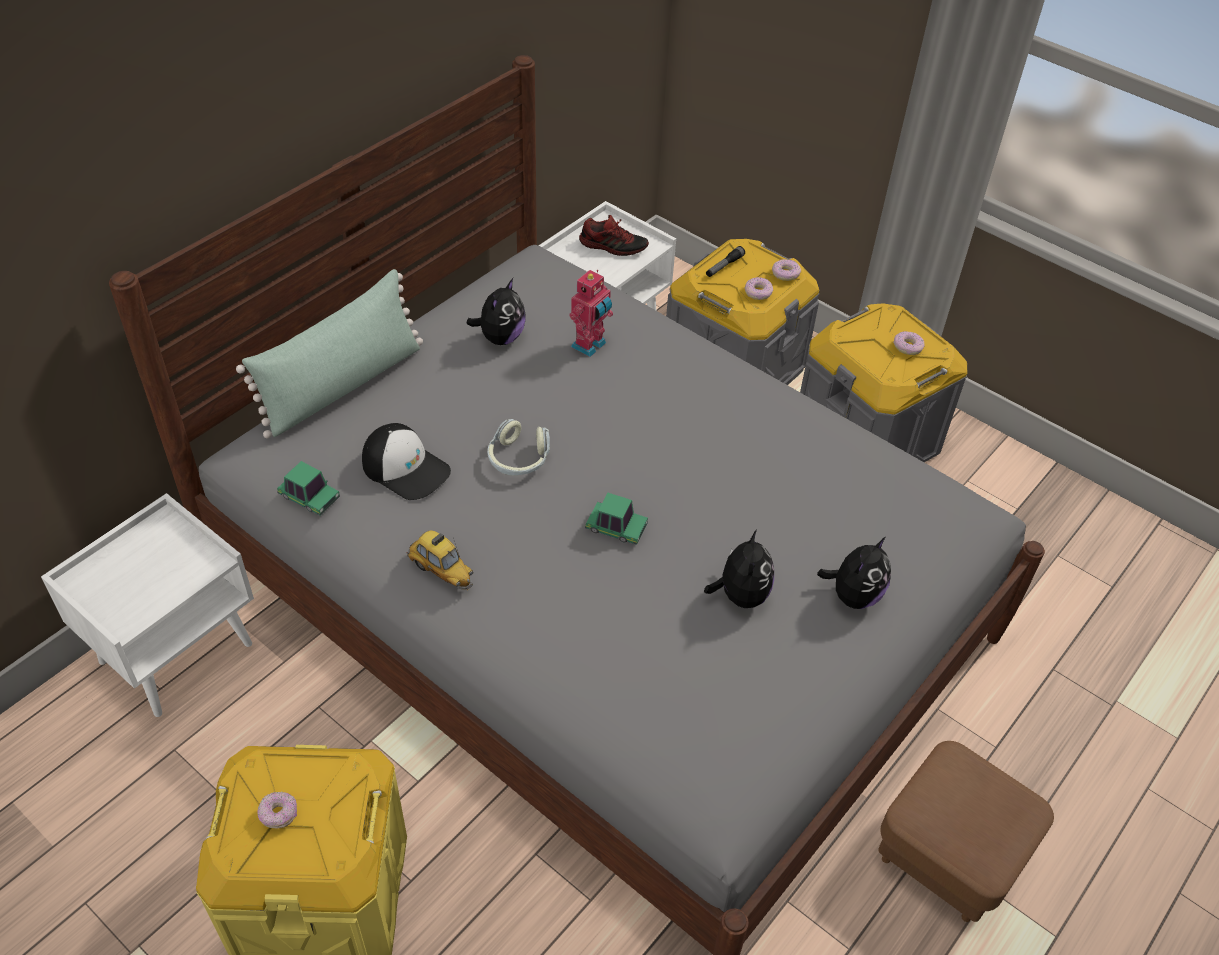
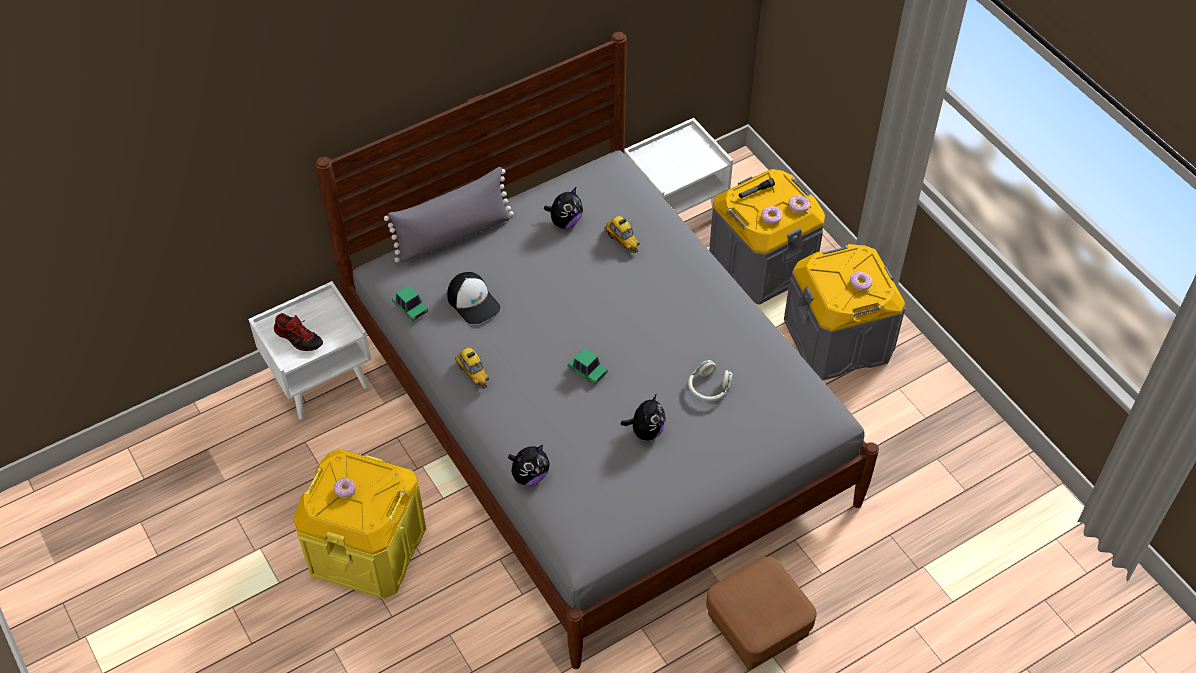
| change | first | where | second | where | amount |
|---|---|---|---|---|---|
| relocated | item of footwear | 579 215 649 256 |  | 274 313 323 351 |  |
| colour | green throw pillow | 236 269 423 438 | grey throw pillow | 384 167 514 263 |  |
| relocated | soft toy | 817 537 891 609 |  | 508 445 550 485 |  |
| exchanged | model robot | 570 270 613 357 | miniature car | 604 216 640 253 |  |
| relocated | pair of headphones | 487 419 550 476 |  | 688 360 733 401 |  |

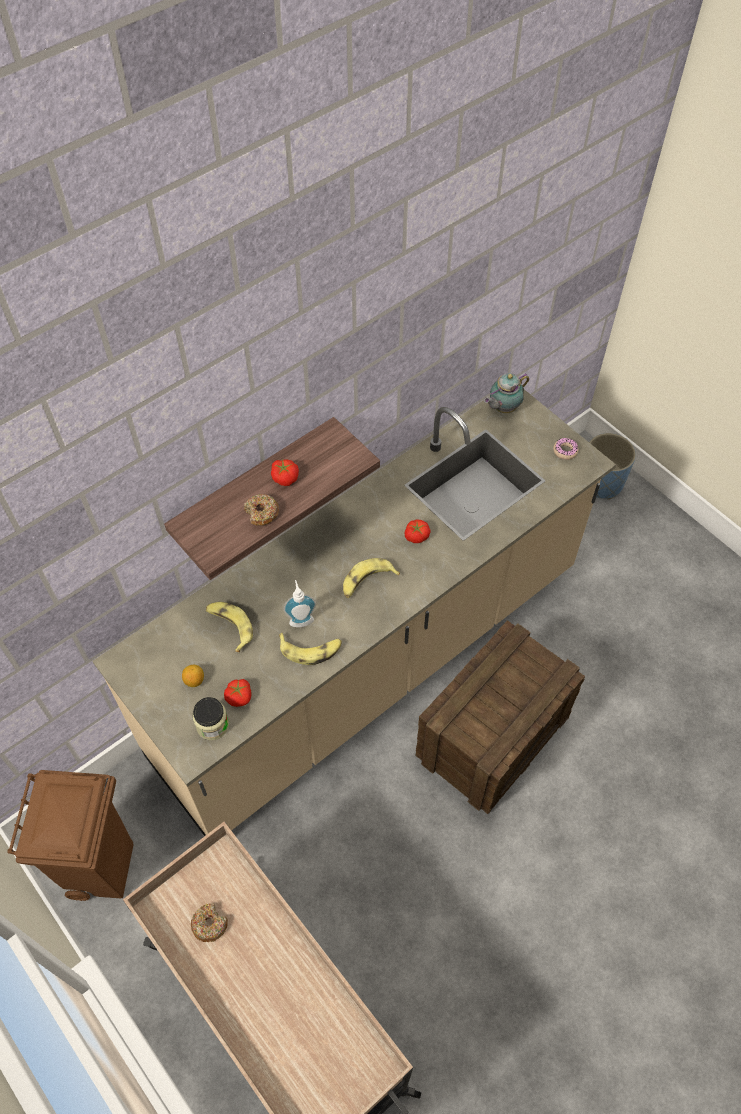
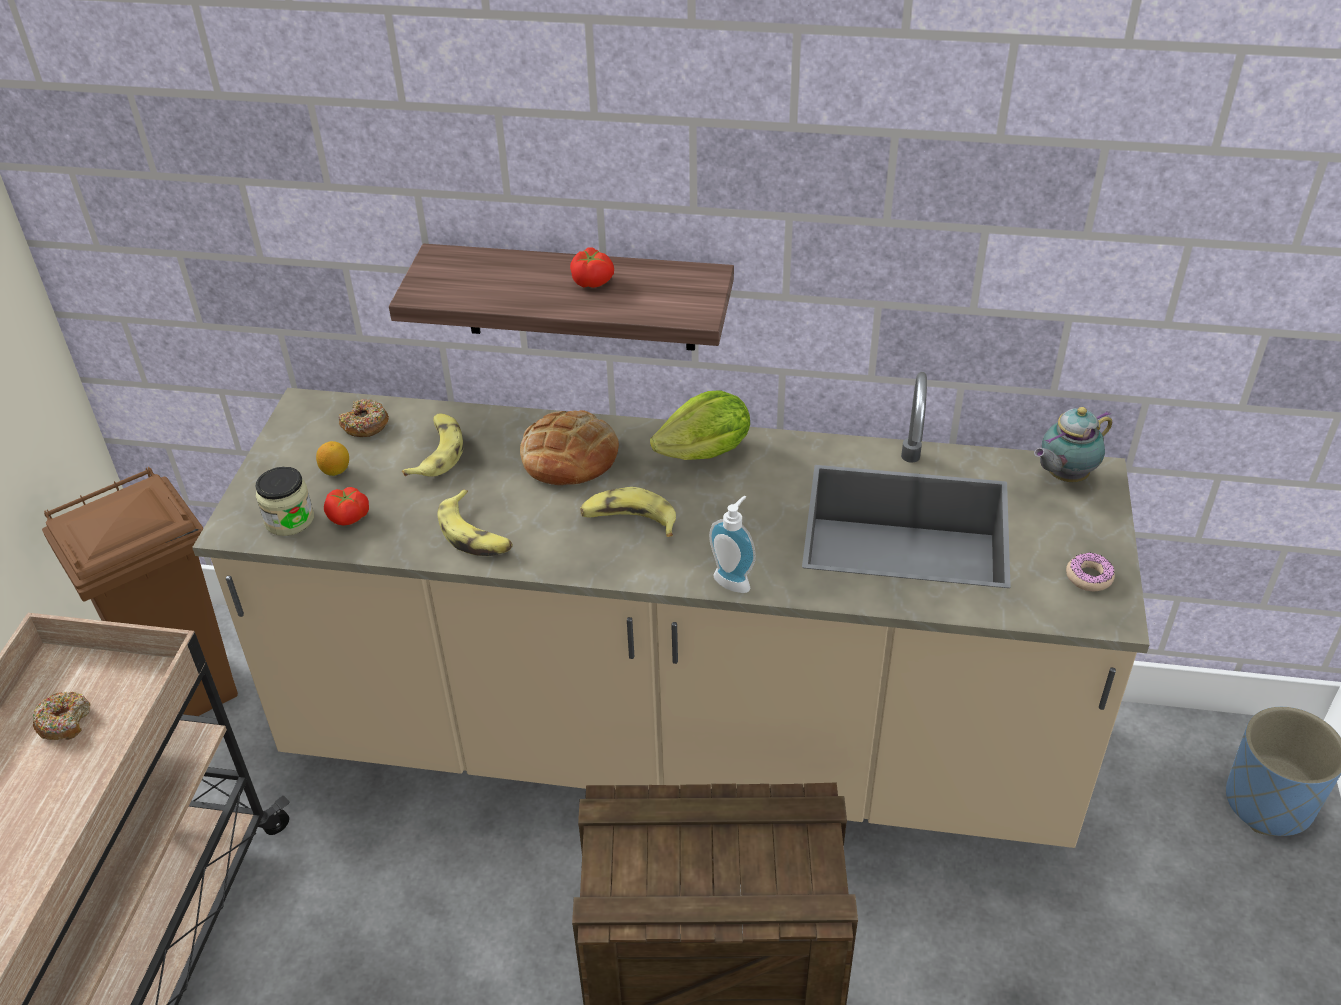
| change | first | where | second | where | amount |
|---|---|---|---|---|---|
| relocated | ring doughnut | 244 494 279 526 |  | 339 399 389 437 |  |
| appeared |  |  | bakery bread | 520 410 619 485 |  |
| appeared |  |  | lettuce head | 650 391 750 460 |  |
| relocated | soap bottle | 284 580 316 627 |  | 709 496 756 593 |  |
| spun | teapot | 484 373 529 413 |  | 1034 407 1112 482 | 45 degrees counterclockwise |
| missing | whole tomato | 405 519 431 543 |  |  |  |

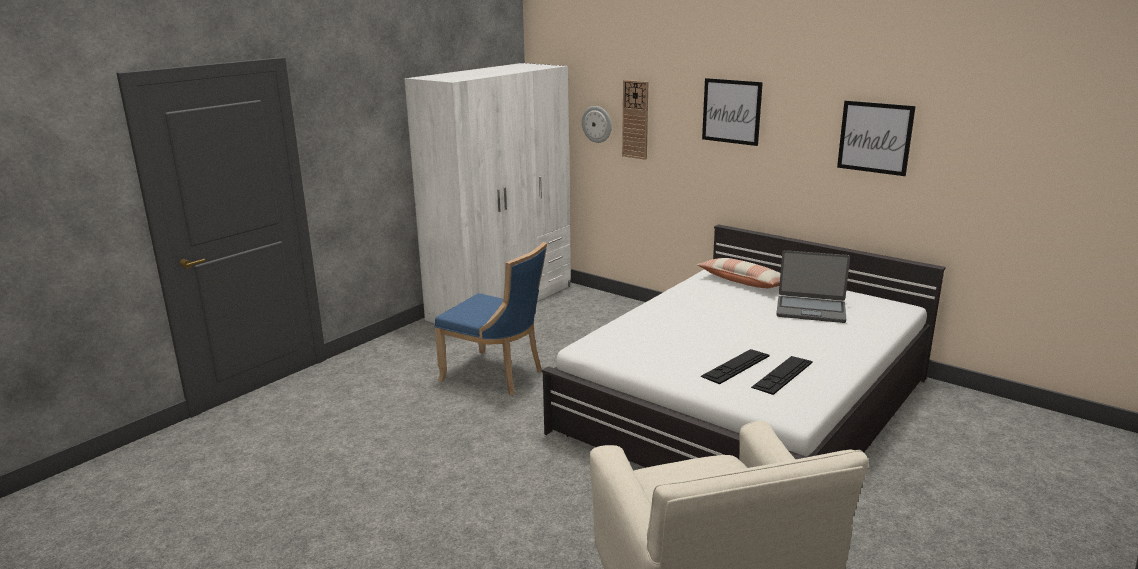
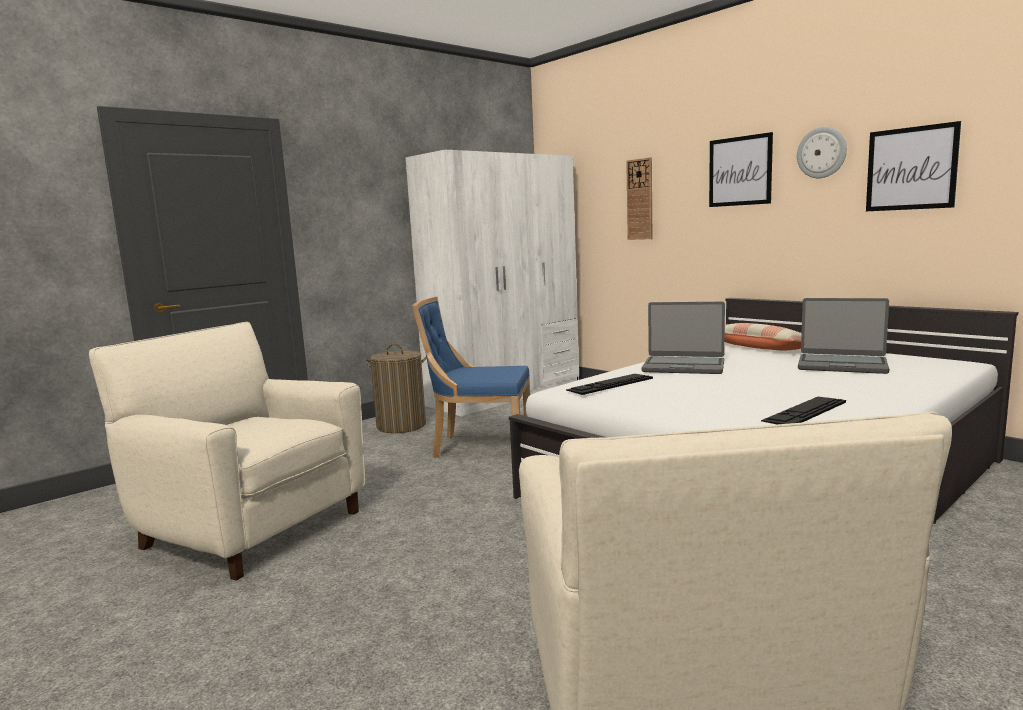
| change | first | where | second | where | amount |
|---|---|---|---|---|---|
| appeared |  |  | sand-coloured armchair | 89 322 365 581 |  |
| appeared |  |  | washing basket | 365 344 427 433 |  |
| spun | blue upright chair | 434 242 547 395 |  | 412 297 530 458 | 150 degrees clockwise |
| relocated | computer keyboard | 701 349 769 384 |  | 566 374 653 395 |  |
| appeared |  |  | notebook computer | 641 302 725 374 |  |
| relocated | hanging clock | 582 106 612 143 |  | 797 127 847 178 |  |

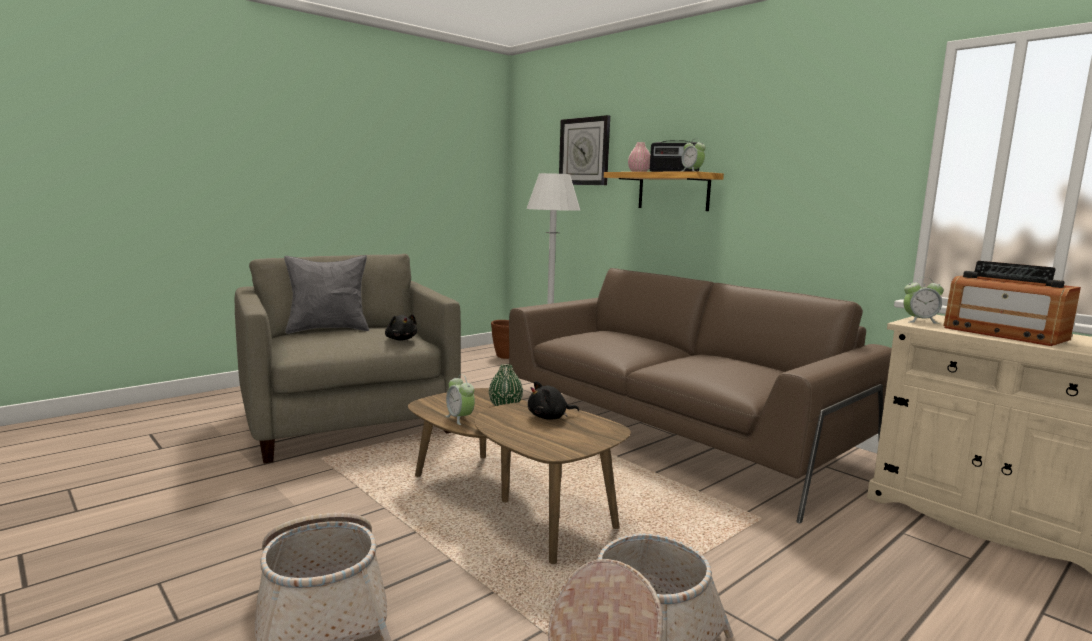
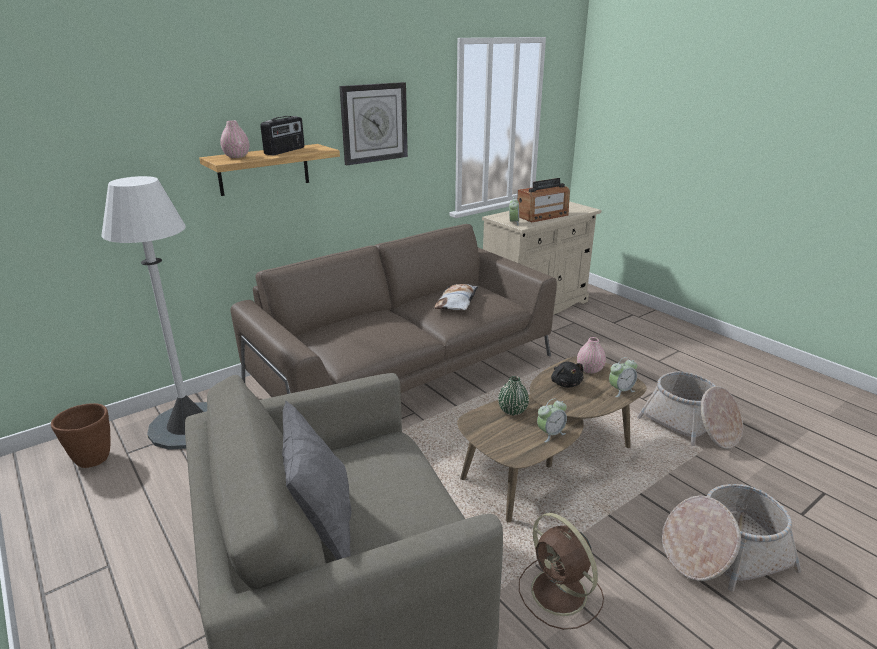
| change | first | where | second | where | amount |
|---|---|---|---|---|---|
| relocated | hanging clock | 559 115 610 185 |  | 339 82 408 165 |  |
| appeared |  |  | throw pillow | 434 284 478 310 |  |
| appeared |  |  | brown cooling fan | 519 513 604 630 |  |
| appeared |  |  | pink vase | 577 337 606 374 |  |
| relocated | table clock | 680 139 705 172 |  | 609 357 637 397 |  |
| missing | blackish soft toy | 385 314 417 341 |  |  |  |

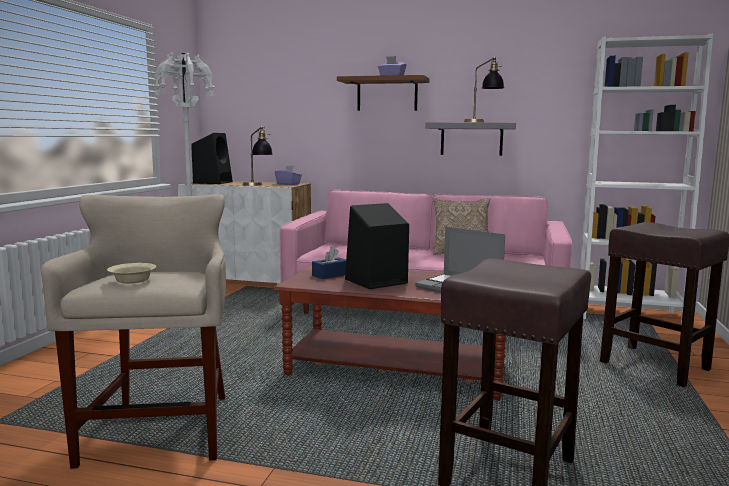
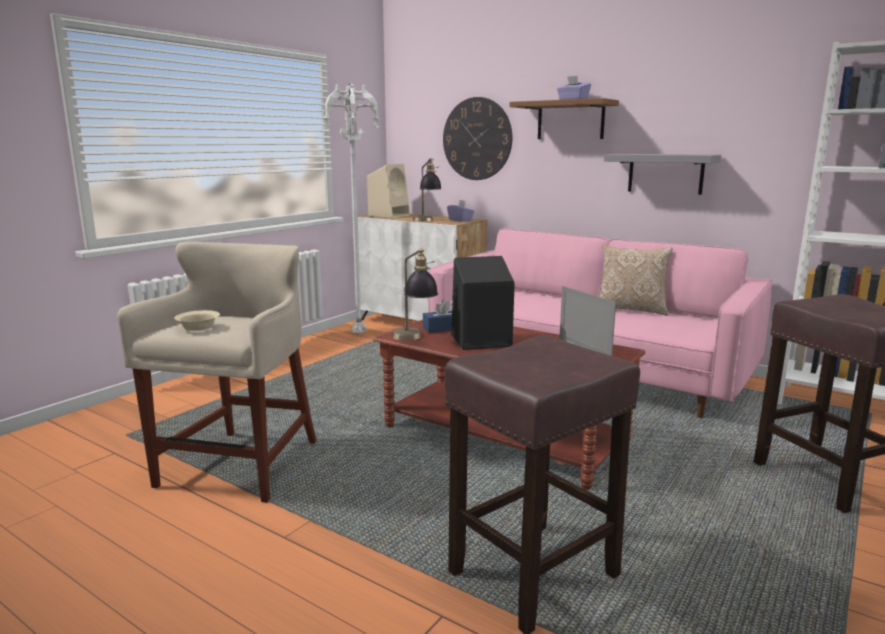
| change | first | where | second | where | amount |
|---|---|---|---|---|---|
| colour | blackish audio speaker | 191 133 233 184 | sand-coloured audio speaker | 367 164 410 218 |  |
| relocated | table lamp | 464 56 504 122 |  | 391 248 438 340 |  |
| appeared |  |  | hanging clock | 443 97 512 180 |  |

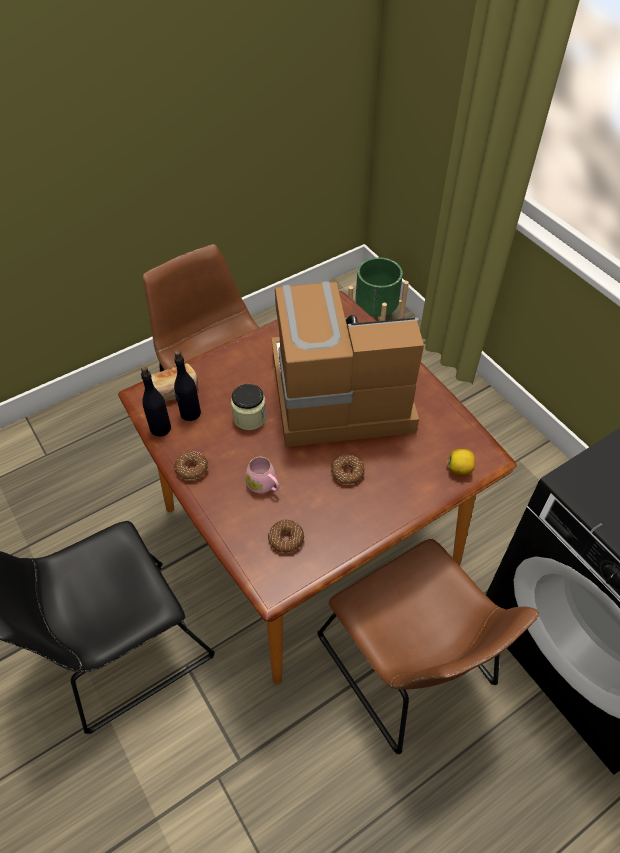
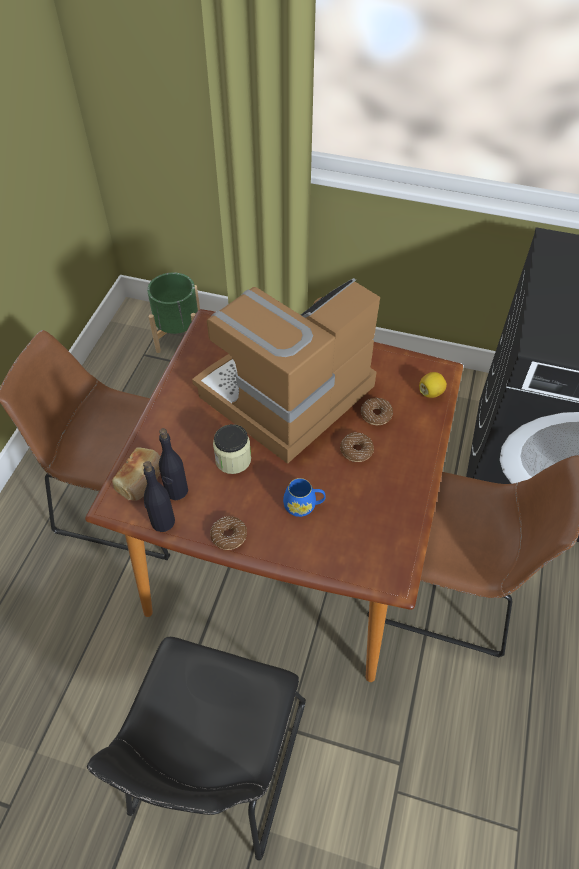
| change | first | where | second | where | amount |
|---|---|---|---|---|---|
| colour | pink coffee mug | 245 457 279 493 | blue coffee mug | 283 478 325 517 |  |
| relocated | ring doughnut | 268 520 304 553 |  | 360 398 393 425 |  |

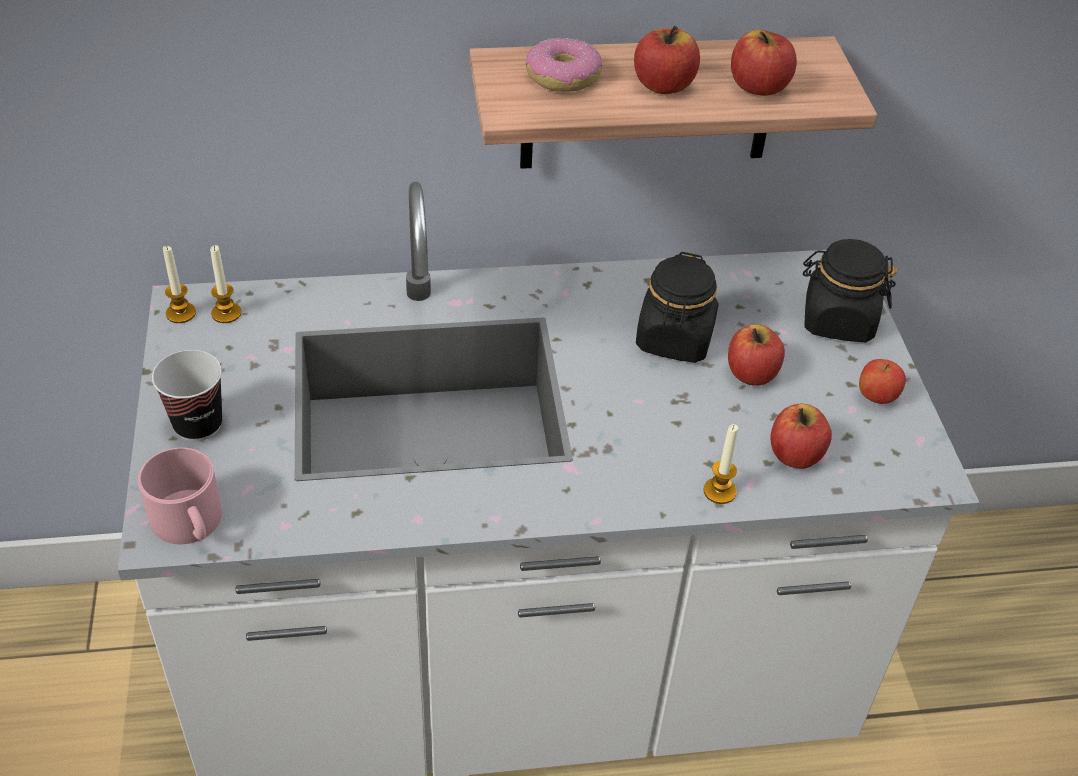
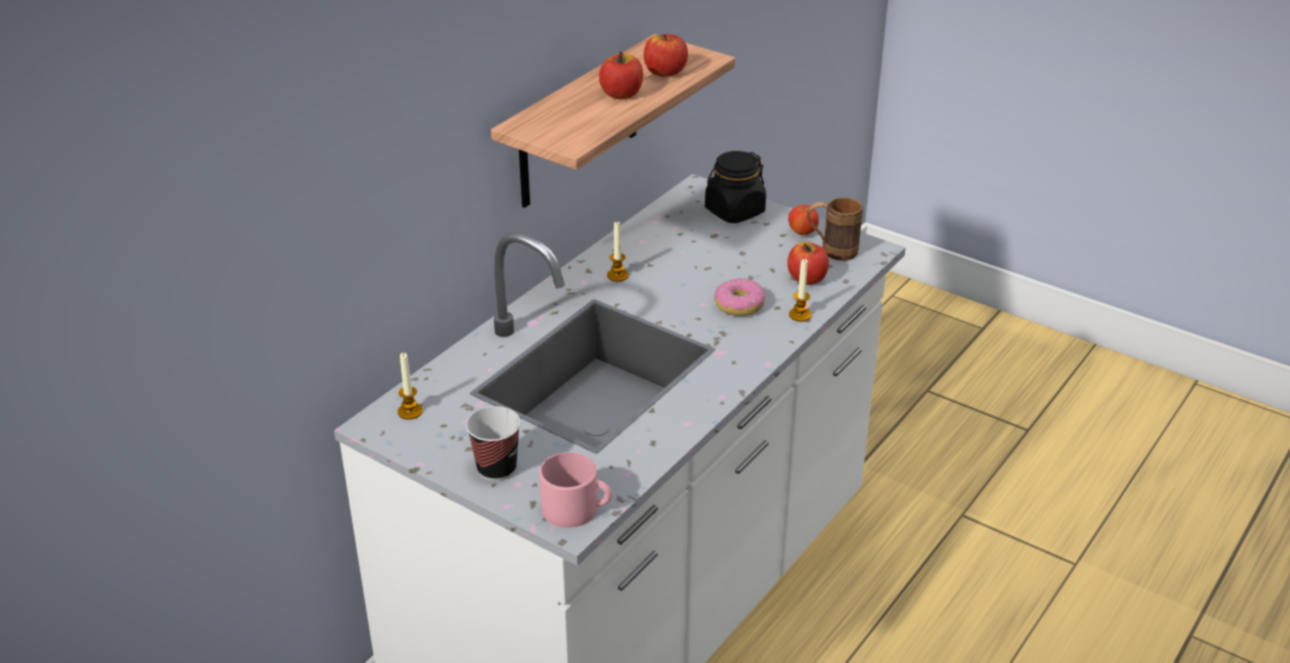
| change | first | where | second | where | amount |
|---|---|---|---|---|---|
| relocated | candle | 163 245 196 323 |  | 607 222 629 282 |  |
| relocated | ring doughnut | 525 38 603 92 |  | 714 278 766 316 |  |
| appeared |  |  | brown coffee mug | 807 197 863 261 |  |
| missing | blackish jar | 636 252 719 363 |  |  |  |
| missing | whole apple | 728 324 785 386 |  |  |  |

